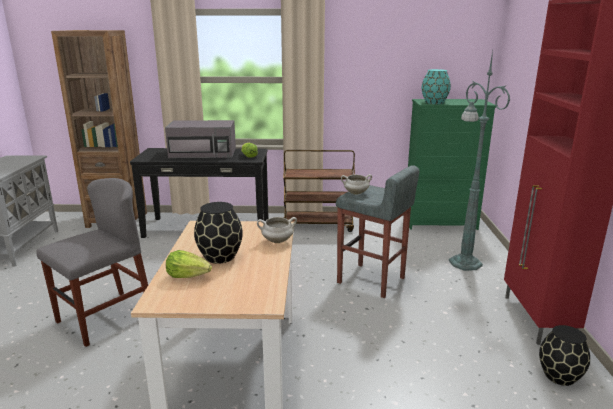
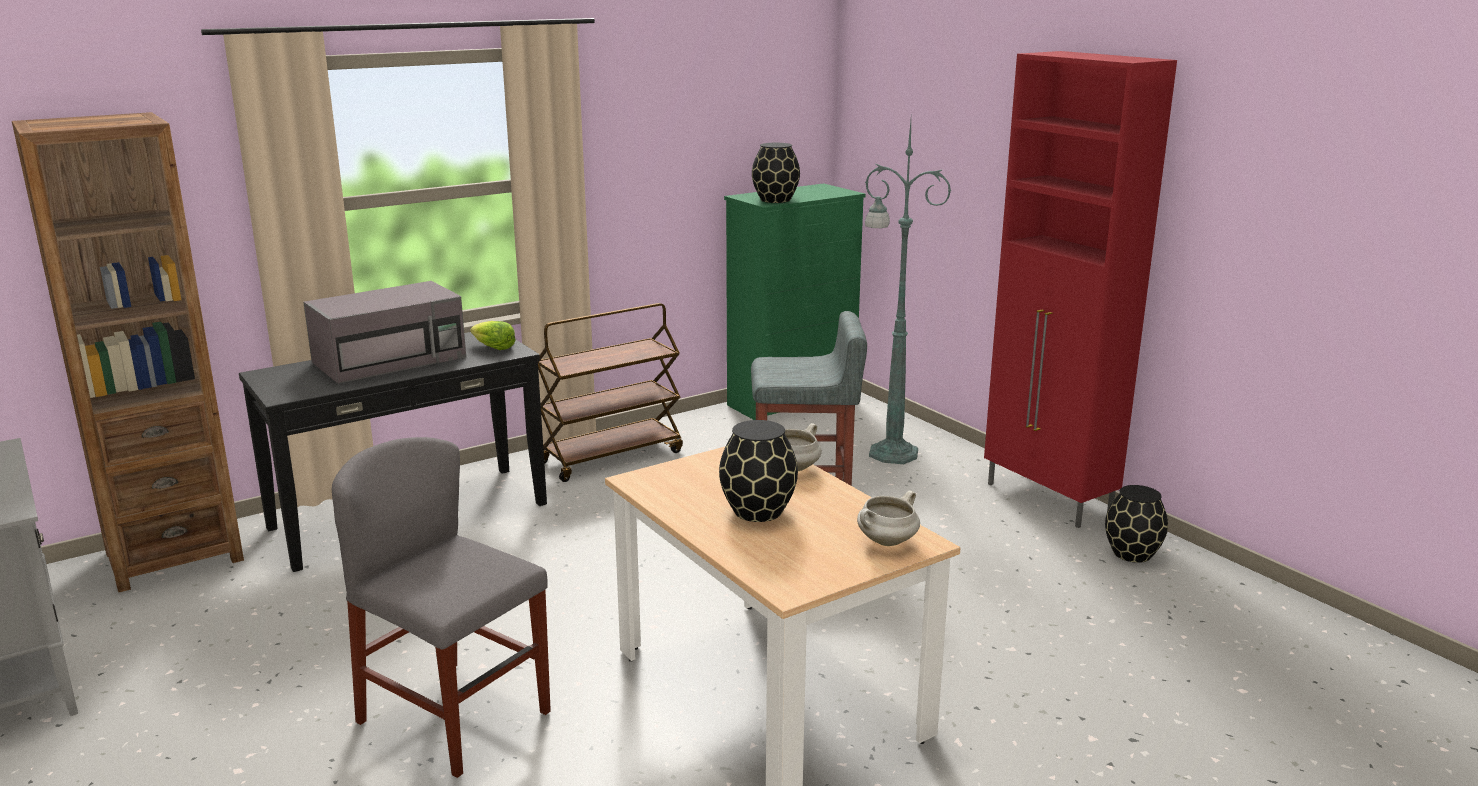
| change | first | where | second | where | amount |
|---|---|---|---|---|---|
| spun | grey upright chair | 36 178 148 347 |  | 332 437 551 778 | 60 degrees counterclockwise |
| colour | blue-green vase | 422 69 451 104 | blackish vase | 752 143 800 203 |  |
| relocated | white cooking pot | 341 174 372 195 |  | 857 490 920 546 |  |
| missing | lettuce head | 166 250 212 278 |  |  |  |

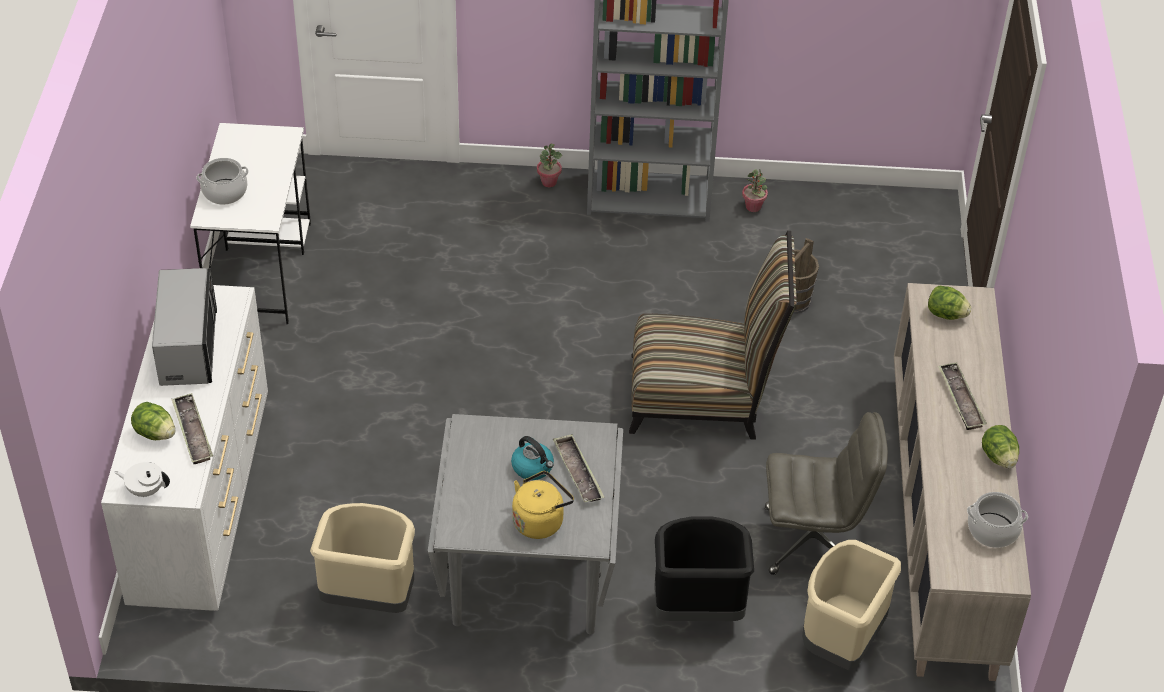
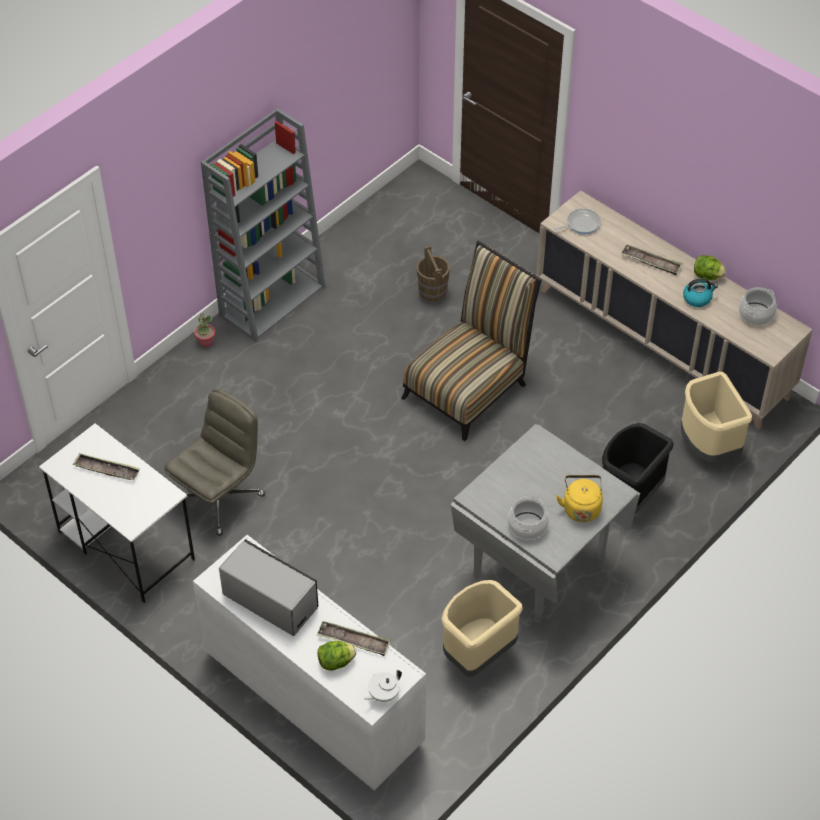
| change | first | where | second | where | amount |
|---|---|---|---|---|---|
| relocated | carrying tray | 553 434 604 502 |  | 73 453 140 480 |  |
| relocated | grey computer chair | 765 412 888 575 |  | 164 389 265 536 |  |
| relocated | cooking pot | 196 158 249 205 |  | 508 496 549 540 |  |
| exchanged | lettuce head | 928 285 971 320 | frying pan | 553 208 601 234 |  |
| relocated | kettle | 511 436 554 480 |  | 683 278 718 307 |  |
| missing | potted plant | 742 169 768 212 |  |  |  |

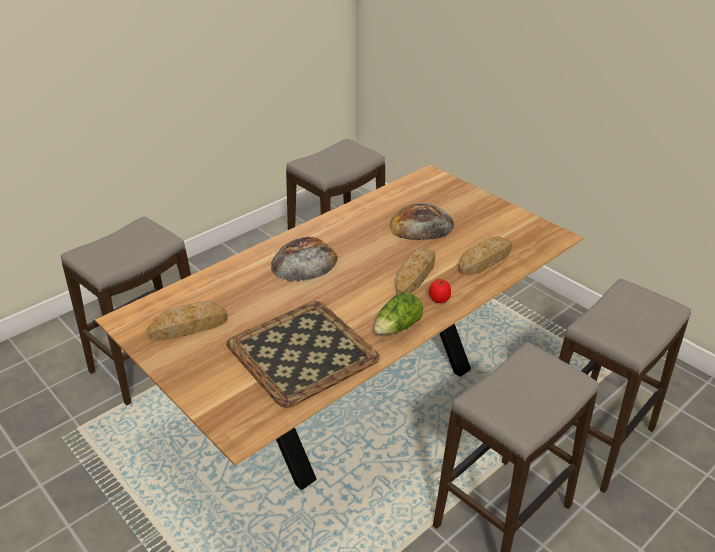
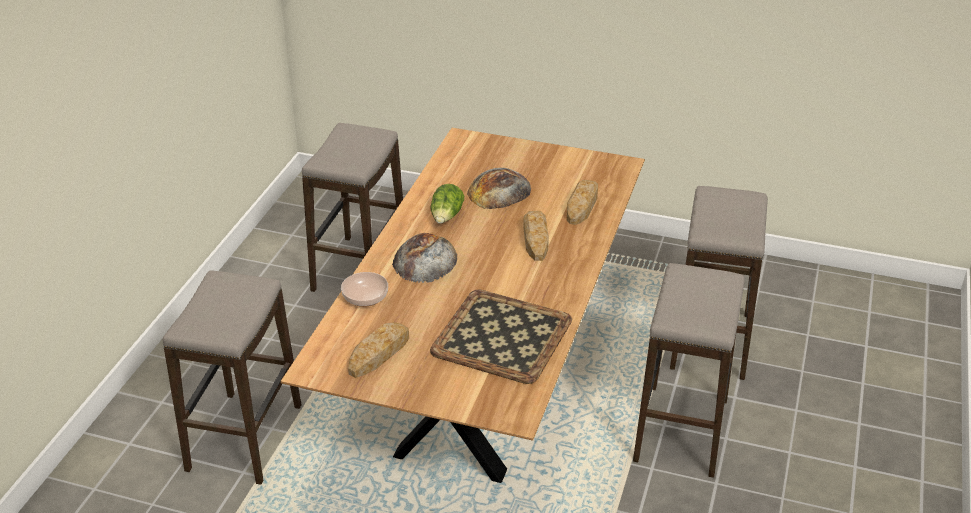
| change | first | where | second | where | amount |
|---|---|---|---|---|---|
| appeared |  |  | serving bowl | 341 272 388 307 |  |
| relocated | lettuce head | 374 292 423 334 |  | 430 184 464 224 |  |
| missing | whole tomato | 429 279 451 303 |  |  |  |

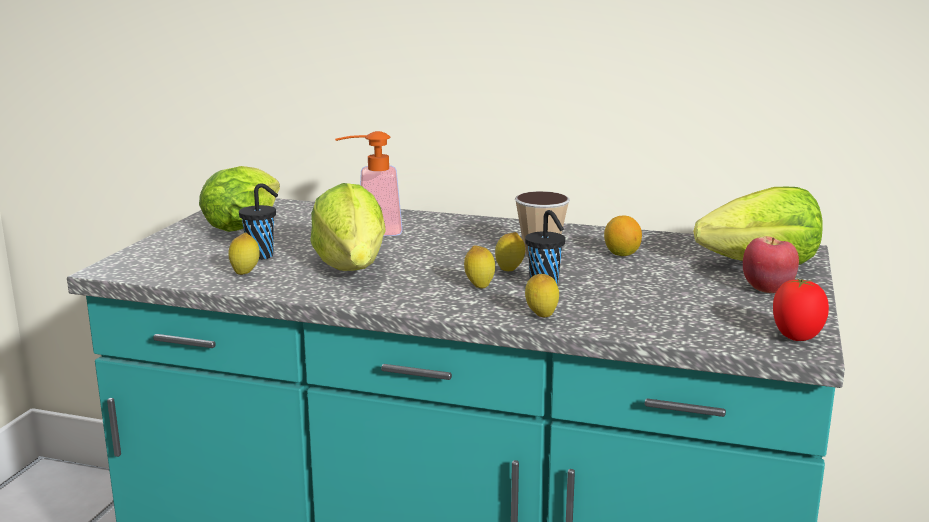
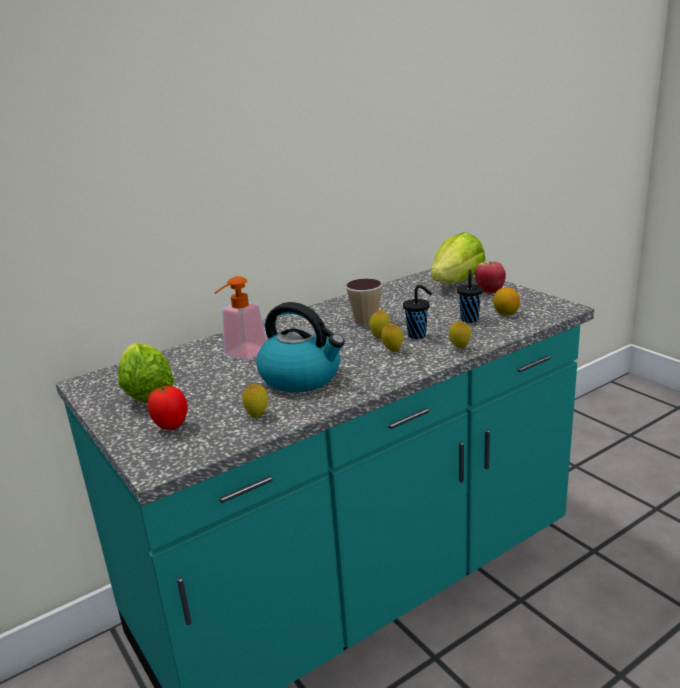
| change | first | where | second | where | amount |
|---|---|---|---|---|---|
| relocated | whole tomato | 773 278 829 341 |  | 147 384 188 430 |  |
| exchanged | lettuce head | 310 183 386 271 | kettle | 257 302 345 392 |  |
| relocated | blackish cup | 239 183 278 260 |  | 457 270 483 323 |  |
| relocated | lemon | 604 216 642 256 |  | 493 287 520 316 |  |

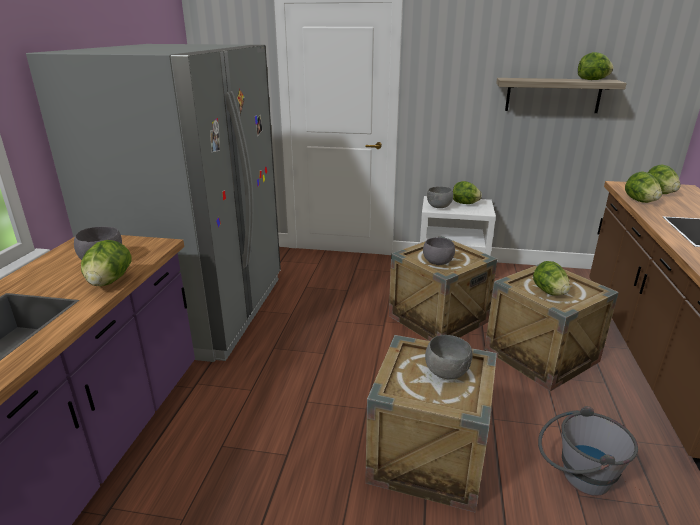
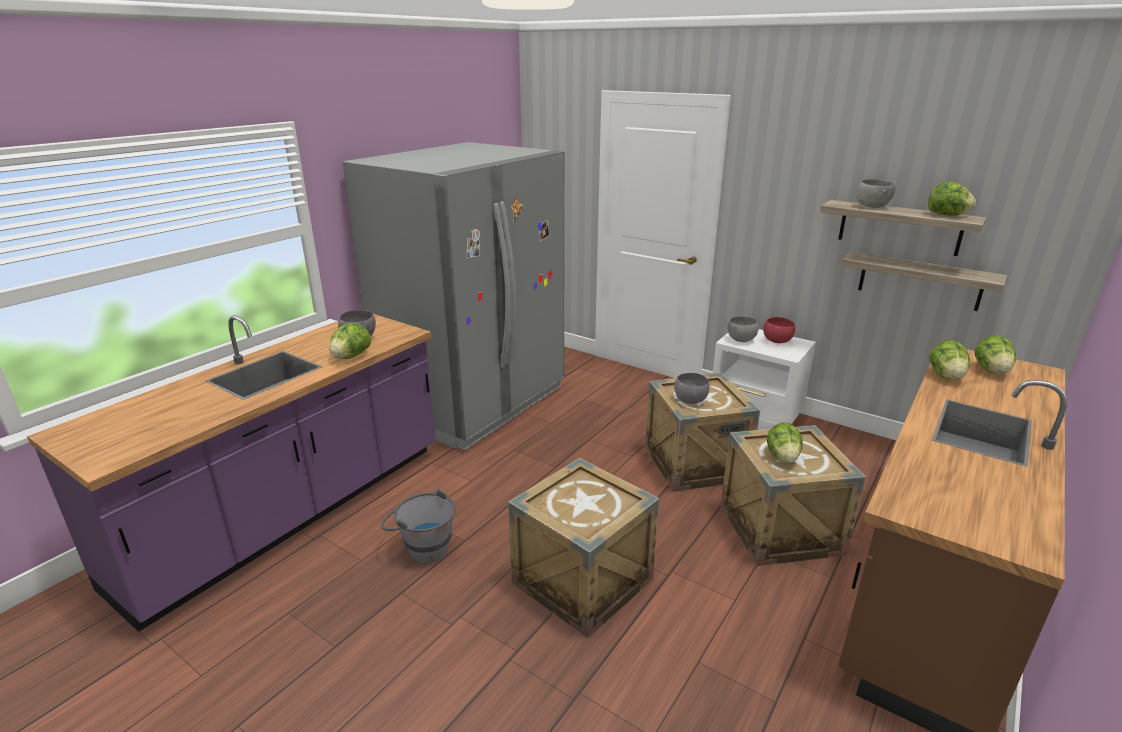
| change | first | where | second | where | amount |
|---|---|---|---|---|---|
| relocated | grey bucket | 538 406 638 496 |  | 381 489 456 563 |  |
| exchanged | lettuce head | 453 181 482 204 | red-coloured serving bowl | 763 317 795 343 |  |
| appeared |  |  | shelf | 841 251 1007 311 |  |
| relocated | grey serving bowl | 425 335 472 380 |  | 857 179 896 208 |  |

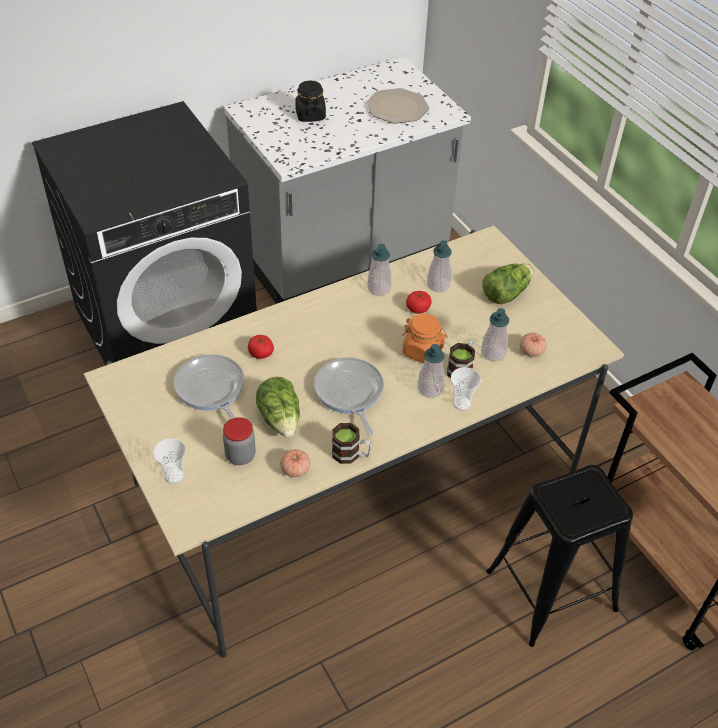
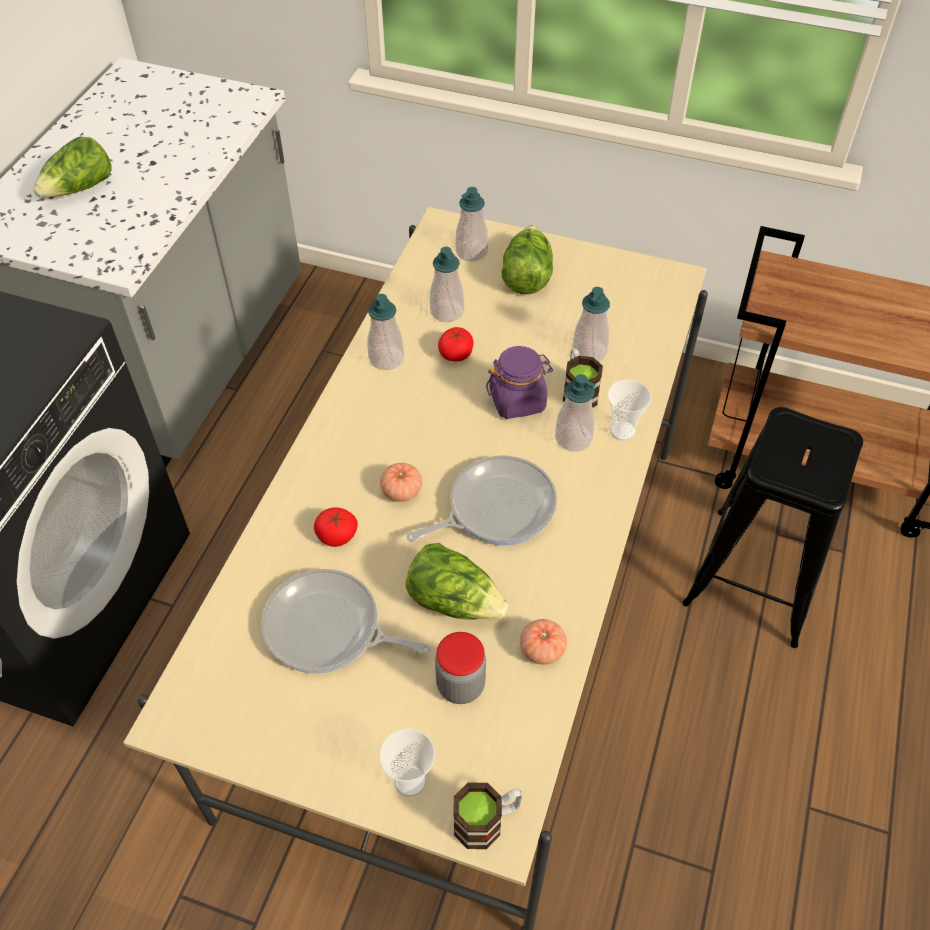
| change | first | where | second | where | amount |
|---|---|---|---|---|---|
| exchanged | blackish jar | 295 81 326 122 | lettuce head | 33 136 112 198 |  |
| relocated | whole tomato | 520 333 547 357 |  | 380 463 422 502 |  |
| spun | frying pan | 314 357 384 436 |  | 406 455 557 546 | 120 degrees clockwise |
| relocated | coffee mug | 332 423 372 464 |  | 453 783 523 849 |  |
| appeared |  |  | soap bottle | 455 187 488 261 |  |
| colour | orangey jar | 402 314 448 364 | purple-coloured jar | 486 346 553 419 |  |
| missing | plate | 366 88 429 124 |  |  |  |

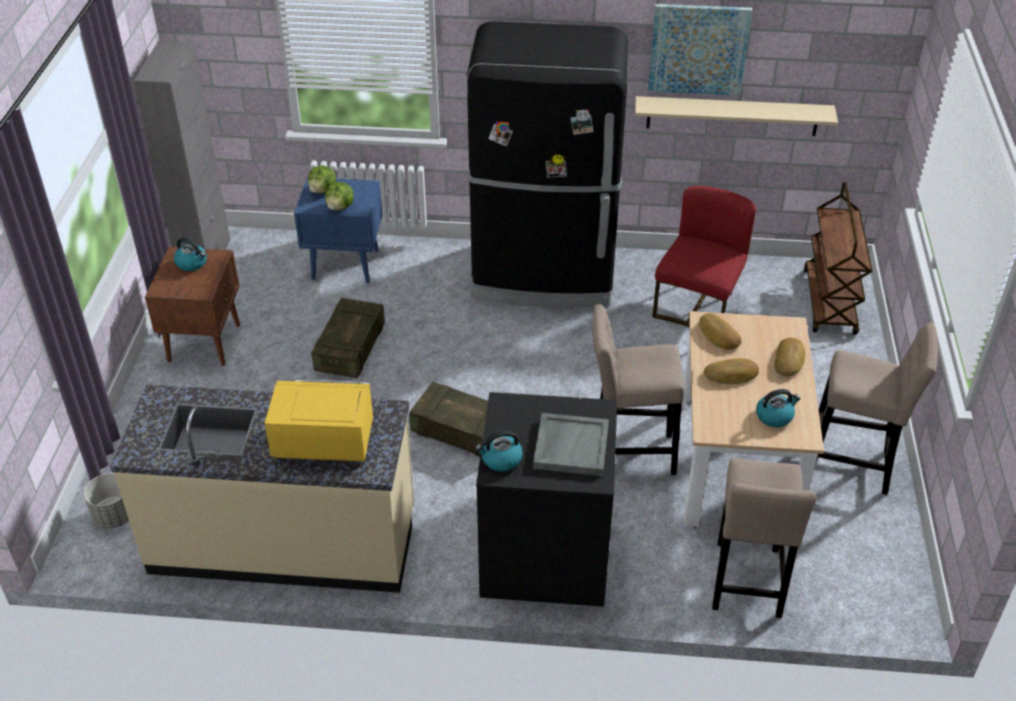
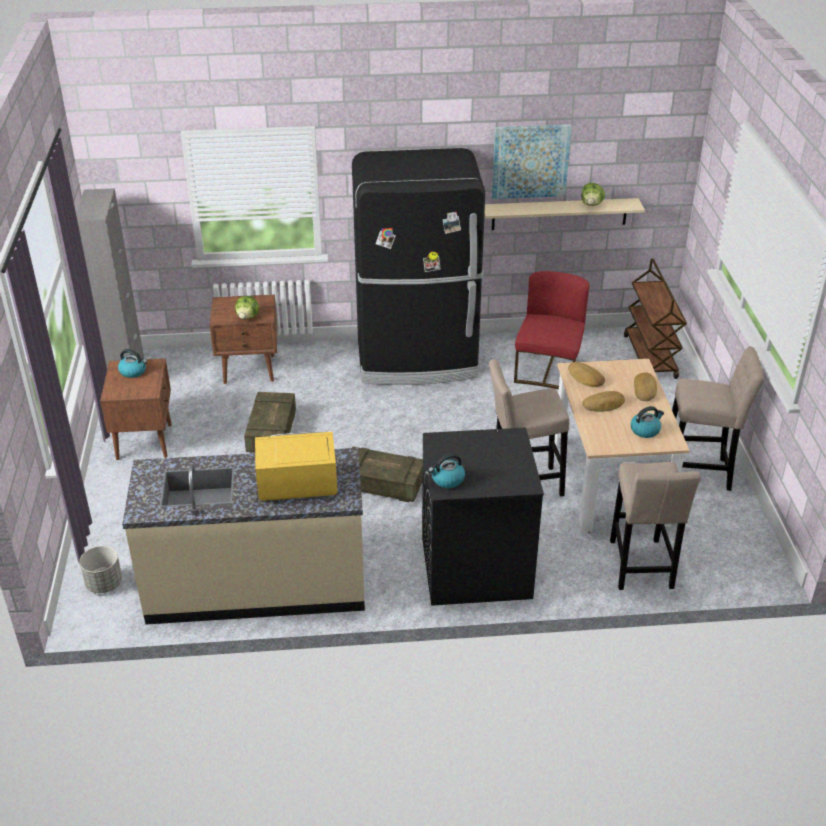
| change | first | where | second | where | amount |
|---|---|---|---|---|---|
| colour | blue bedside table | 294 177 382 283 | brown bedside table | 210 294 277 384 |  |
| relocated | lettuce head | 308 166 336 193 |  | 582 183 605 206 |  |
| missing | grey carrying tray | 533 413 609 476 |  |  |  |

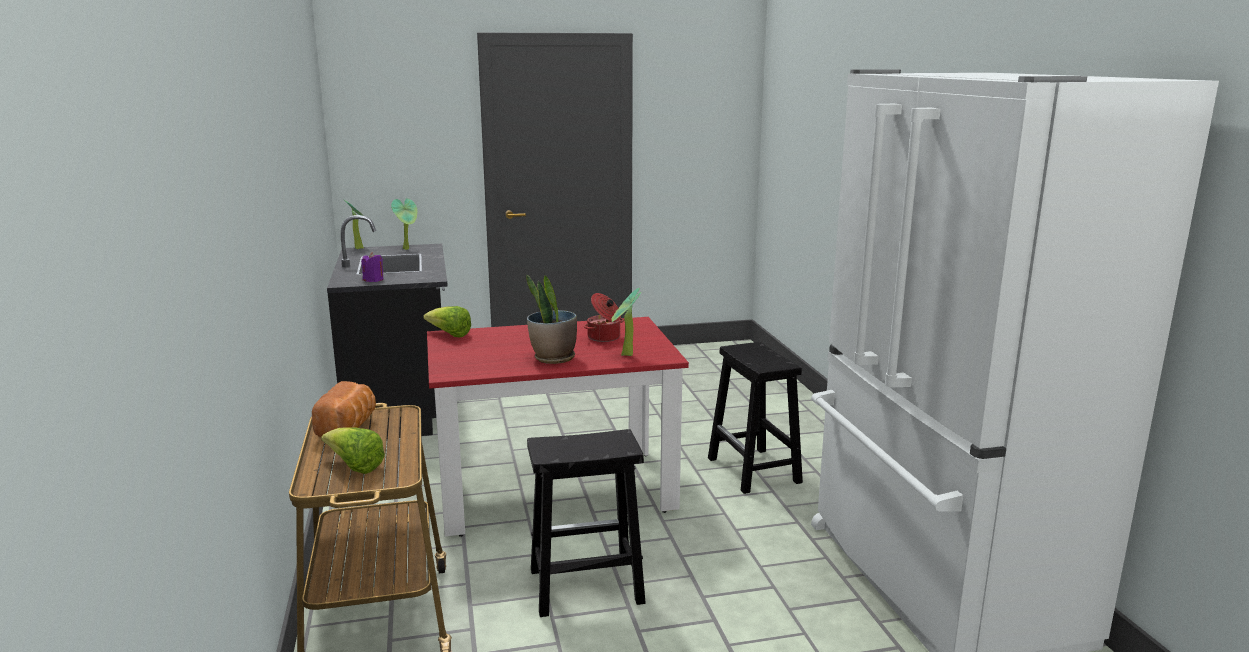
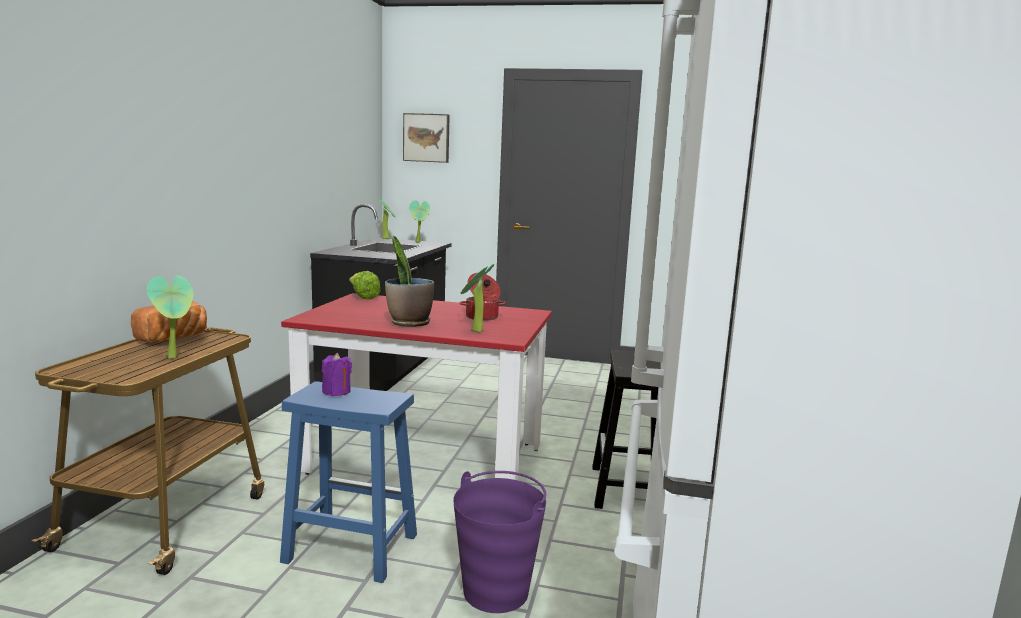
| change | first | where | second | where | amount |
|---|---|---|---|---|---|
| appeared |  |  | potted plant | 147 275 193 359 |  |
| colour | blackish stool seat | 527 429 646 617 | blue stool seat | 280 381 417 583 |  |
| relocated | purple-coloured candle | 361 252 384 282 |  | 322 353 352 396 |  |
| appeared |  |  | wall art | 403 113 450 163 |  |
| appeared |  |  | purple-coloured bucket | 453 471 546 613 |  |
| missing | lettuce head | 321 427 385 474 |  |  |  |

